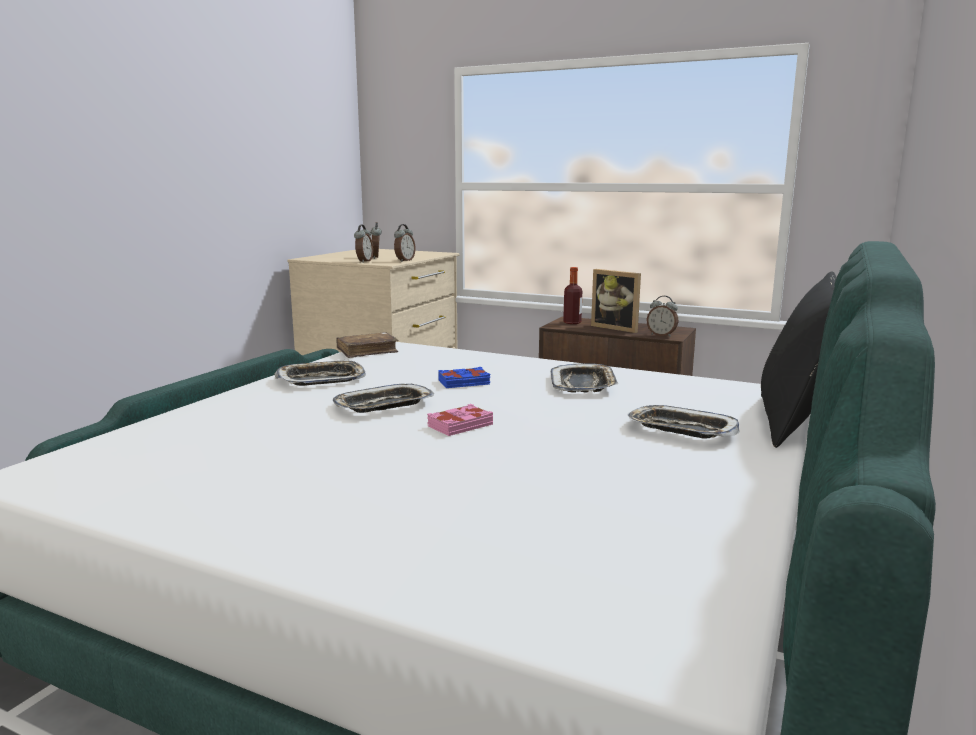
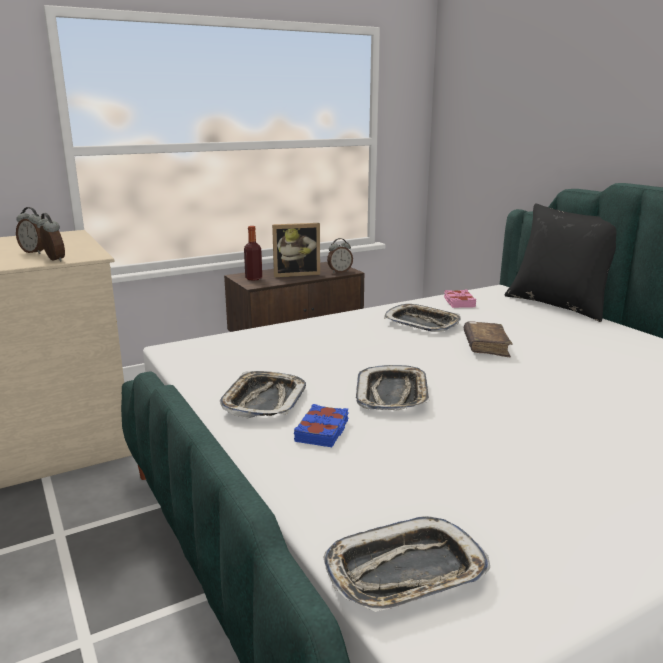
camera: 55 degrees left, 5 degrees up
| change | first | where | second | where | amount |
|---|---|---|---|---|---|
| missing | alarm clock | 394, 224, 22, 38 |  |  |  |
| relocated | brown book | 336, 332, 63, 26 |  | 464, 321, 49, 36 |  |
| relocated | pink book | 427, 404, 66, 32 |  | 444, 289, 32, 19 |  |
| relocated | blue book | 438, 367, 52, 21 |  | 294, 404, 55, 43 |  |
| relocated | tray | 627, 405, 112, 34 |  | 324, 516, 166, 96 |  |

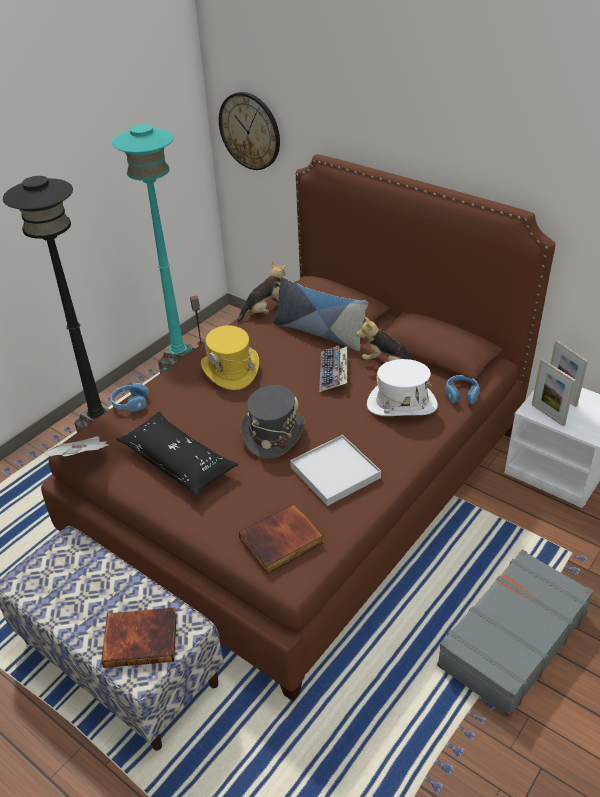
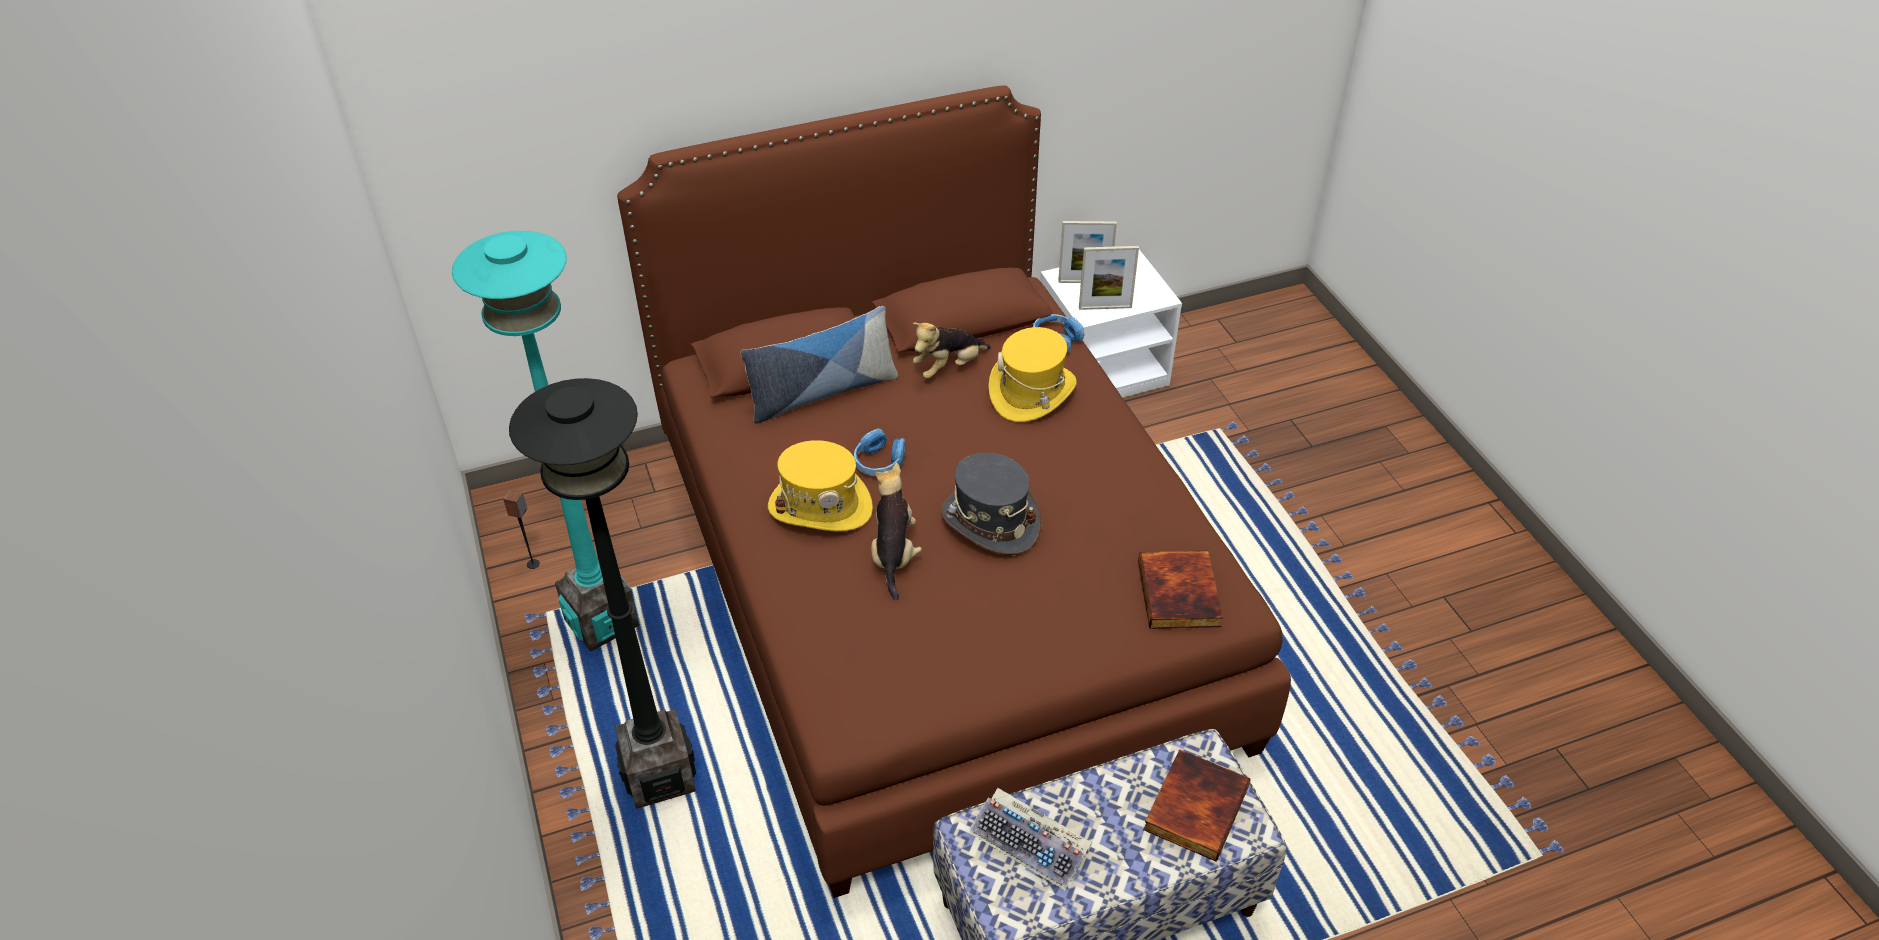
camera: 60 degrees left, 5 degrees up
| change | first | where | second | where | amount |
|---|---|---|---|---|---|
| missing | newspaper | 44, 437, 64, 20 |  |  |  |
| missing | black pillow | 116, 412, 122, 84 |  |  |  |
| missing | wall clock | 219, 92, 61, 78 |  |  |  |
| missing | white tray | 290, 435, 91, 71 |  |  |  |
| missing | grey suitcase | 437, 550, 157, 167 |  |  |  |
| relocated | blue headphones | 111, 383, 38, 29 |  | 854, 428, 52, 48 |  |
| relocated | plush toy | 237, 261, 49, 62 |  | 871, 462, 51, 138 |  |
| relocated | keyboard | 319, 346, 28, 46 |  | 969, 788, 123, 102 |  |
| colour | white hat | 367, 359, 71, 57 | yellow hat | 988, 327, 89, 95 |  |

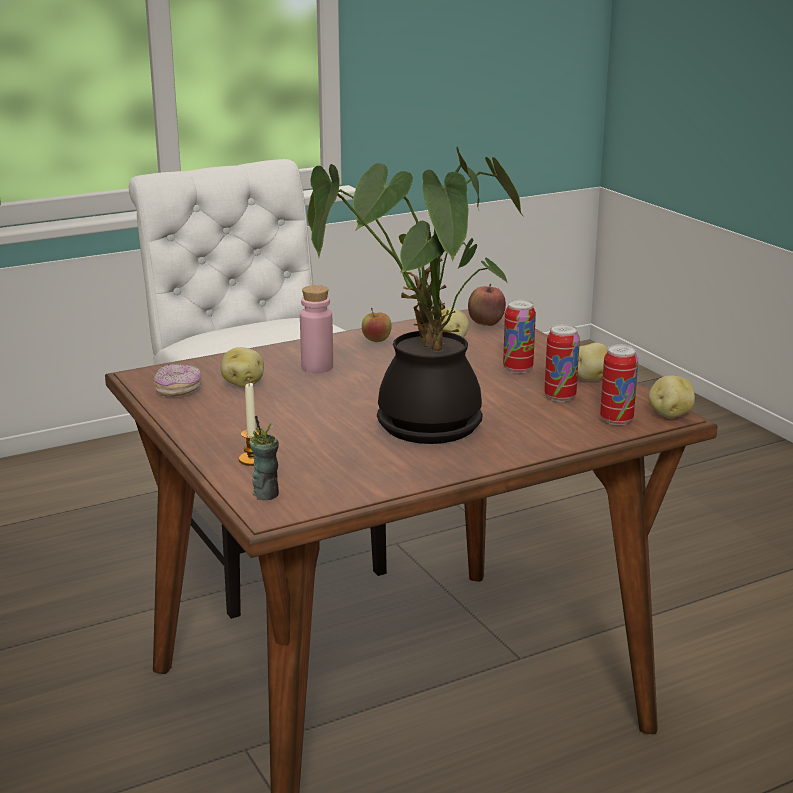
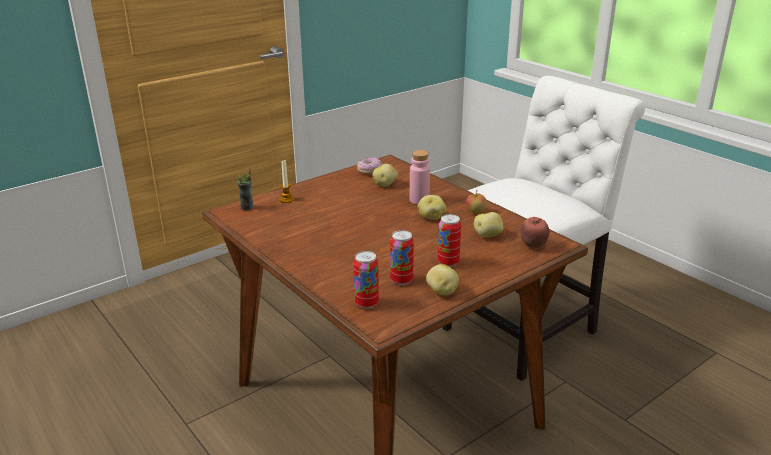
camera: 80 degrees right, 5 degrees up
| change | first | where | second | where | amount |
|---|---|---|---|---|---|
| missing | potted plant | 307, 146, 217, 298 |  |  |  |
| relocated | potato | 649, 375, 46, 43 |  | 417, 195, 29, 25 |  |

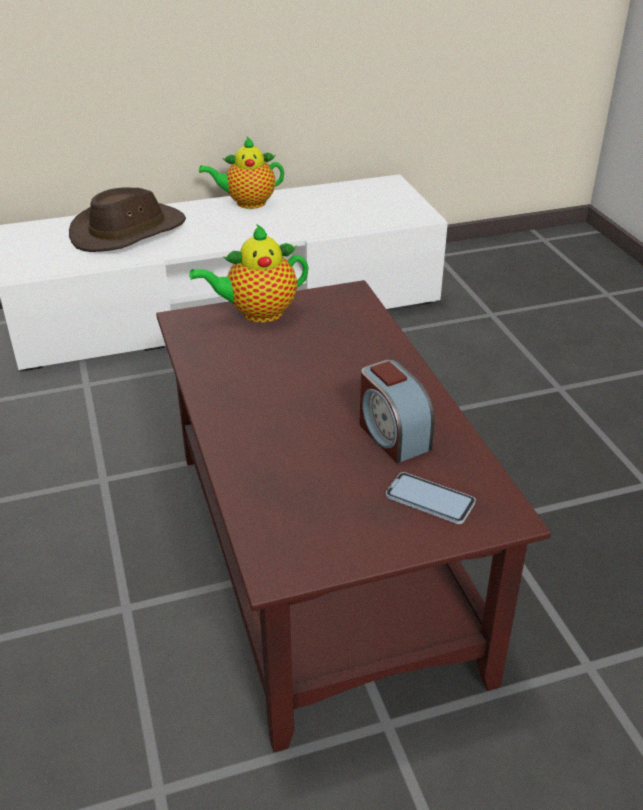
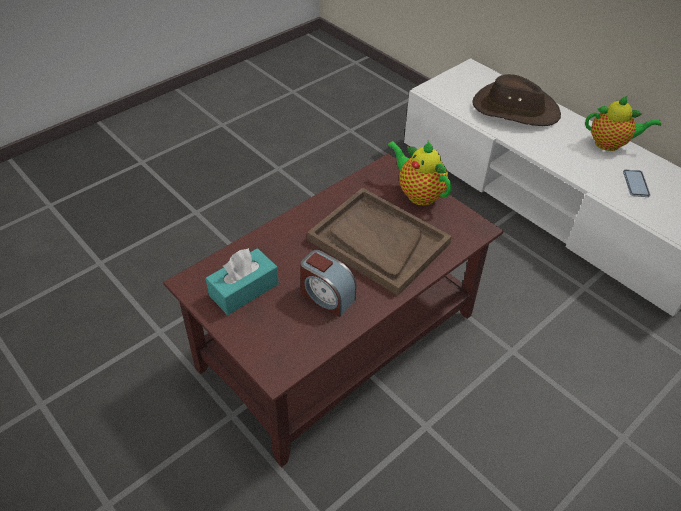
camera: 65 degrees right, 10 degrees up
| change | first | where | second | where | amount |
|---|---|---|---|---|---|
| appeared |  |  | turquoise tissue box | 206, 248, 73, 67 |  |
| appeared |  |  | brown tray | 307, 188, 145, 108 |  |
| relocated | phone | 386, 472, 90, 52 |  | 623, 170, 27, 27 |  |
| spun | teapot | 199, 136, 85, 73 |  | 585, 96, 76, 55 | 135 degrees clockwise |
| spun | alarm clock | 359, 360, 75, 103 |  | 300, 250, 56, 67 | 90 degrees counterclockwise |

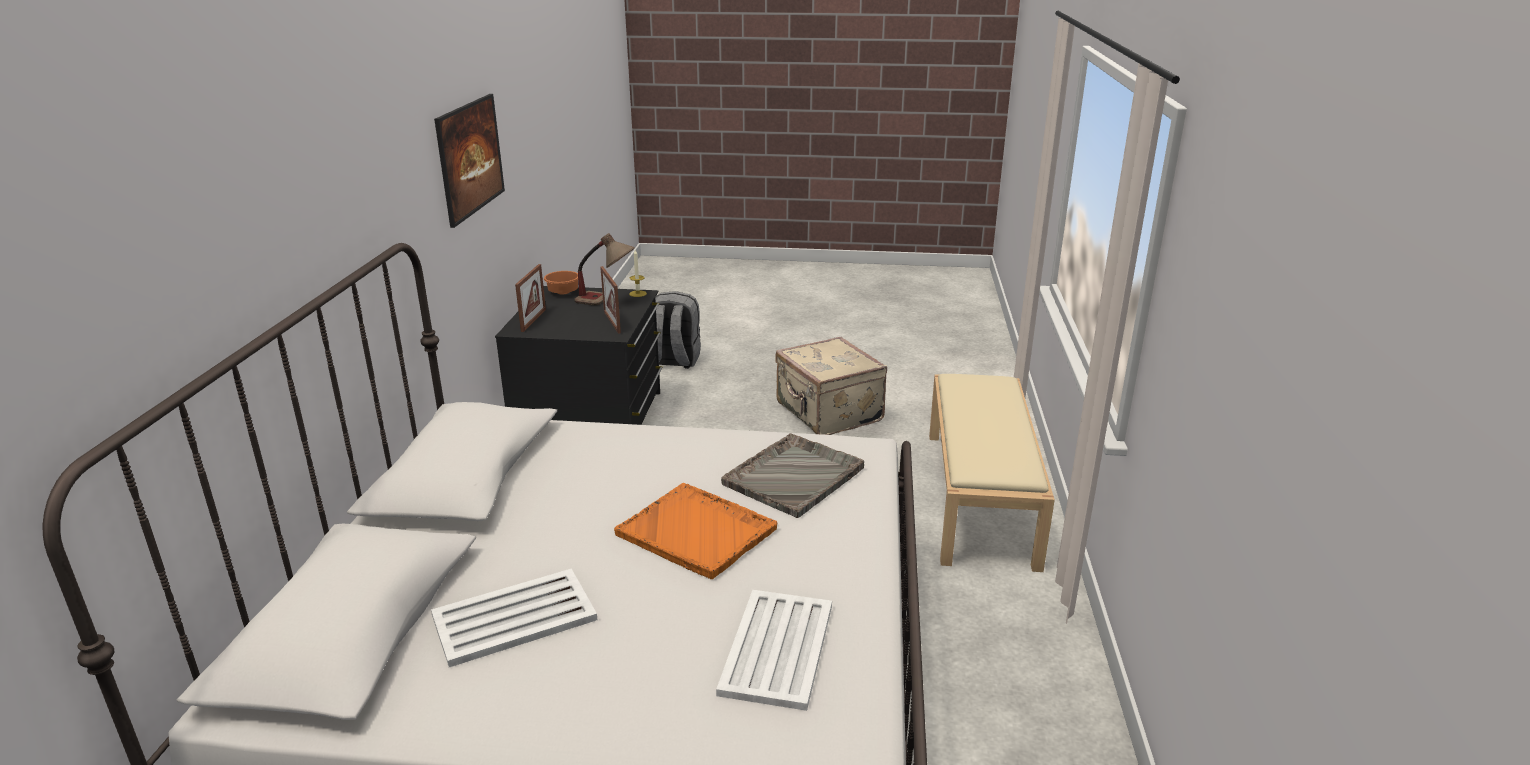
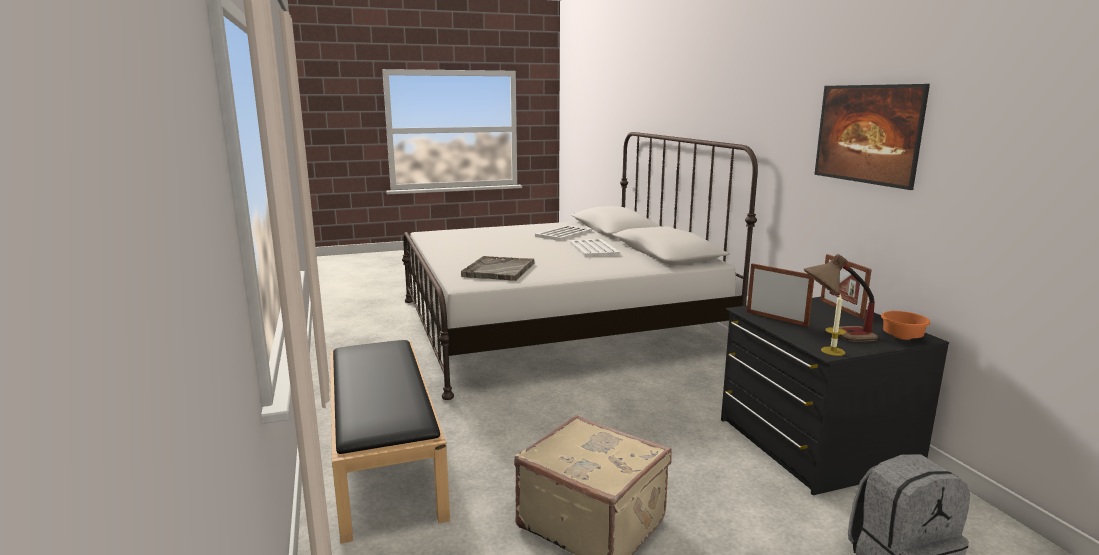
camera: 155 degrees right, 10 degrees down
| change | first | where | second | where | amount |
|---|---|---|---|---|---|
| missing | orange tray | 614, 483, 163, 96 |  |  |  |
| relocated | white tray | 716, 590, 116, 121 |  | 570, 239, 50, 18 |  |
| colour | beige bench | 929, 374, 126, 198 | black bench | 330, 340, 120, 204 |  |

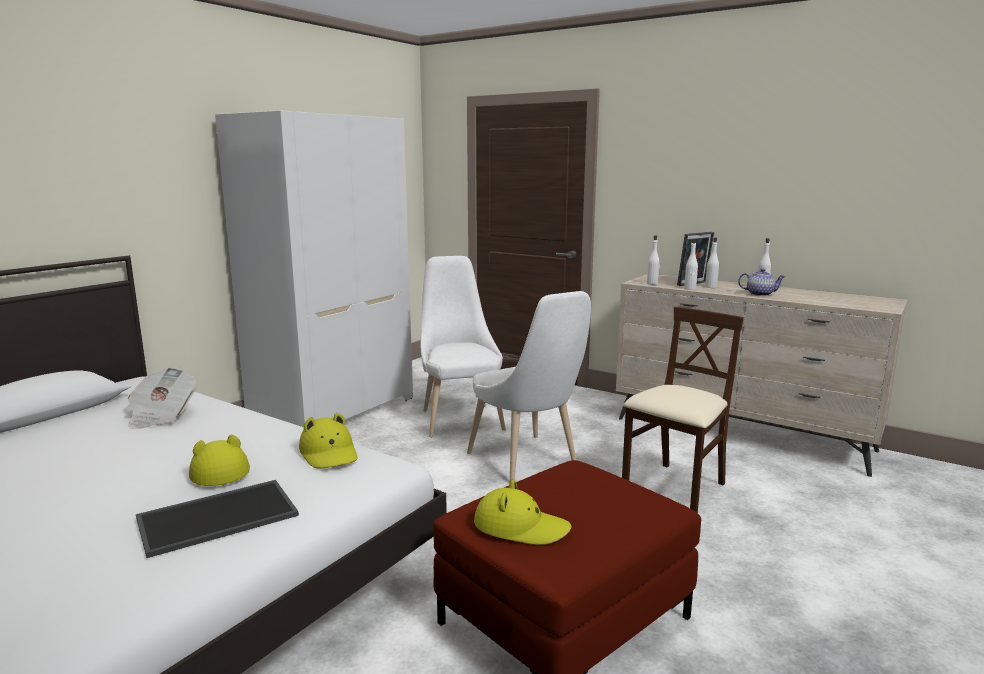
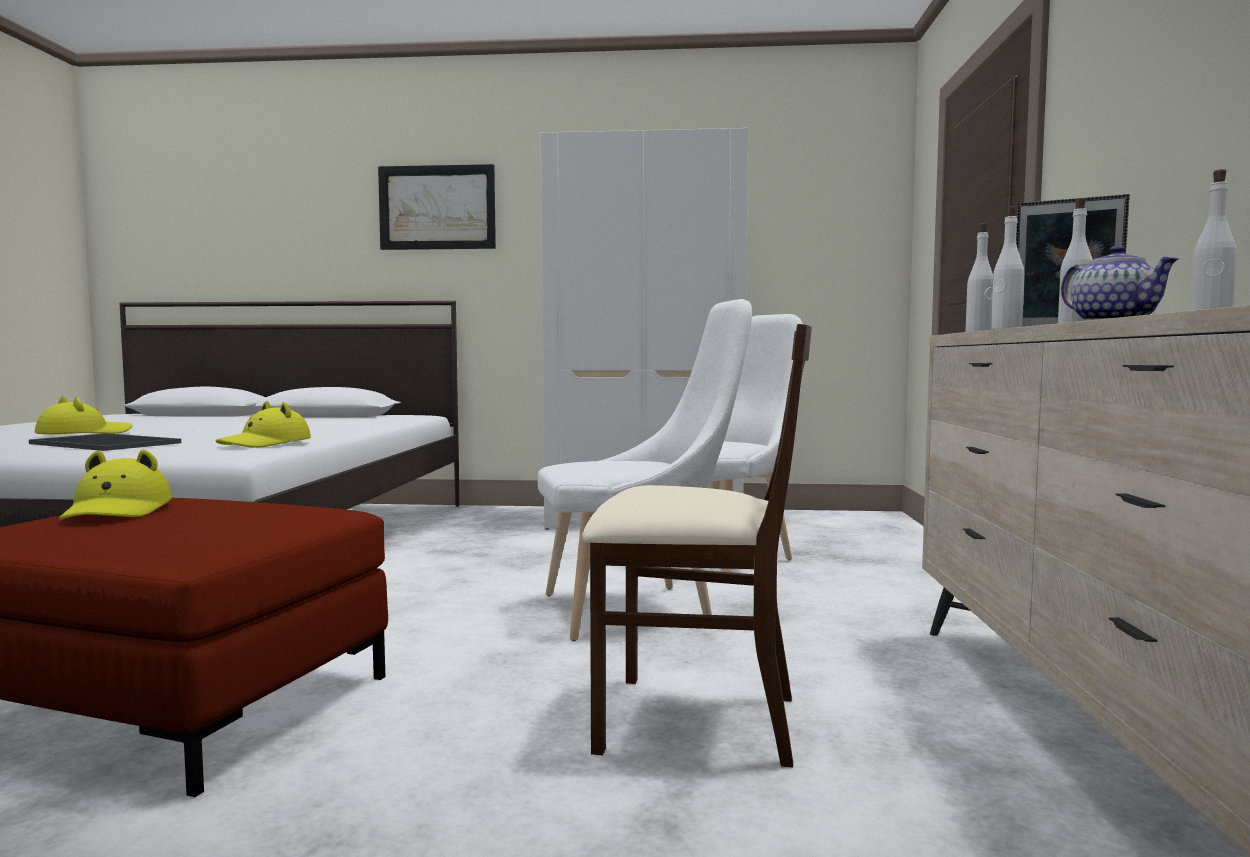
camera: 60 degrees right, 10 degrees down
| change | first | where | second | where | amount |
|---|---|---|---|---|---|
| missing | newspaper | 126, 367, 72, 62 |  |  |  |
| appeared |  |  | picture | 378, 164, 118, 86 |  |
| relocated | yellow hat | 189, 435, 61, 51 |  | 35, 396, 98, 38 |  |
| spun | white chair | 467, 291, 124, 190 |  | 538, 299, 214, 342 | 135 degrees counterclockwise |

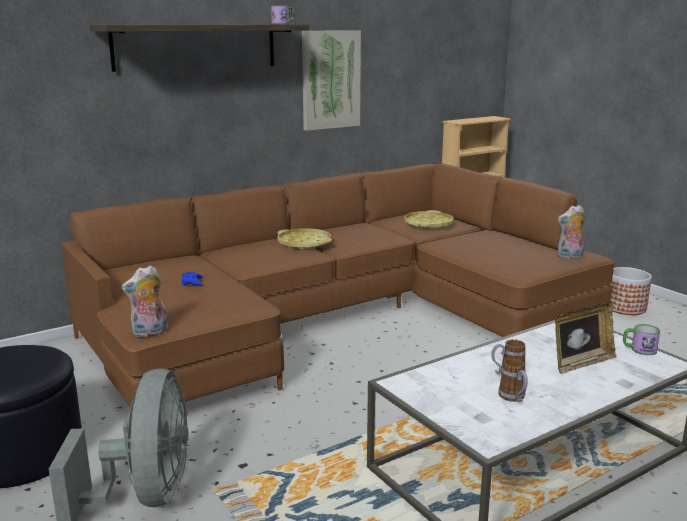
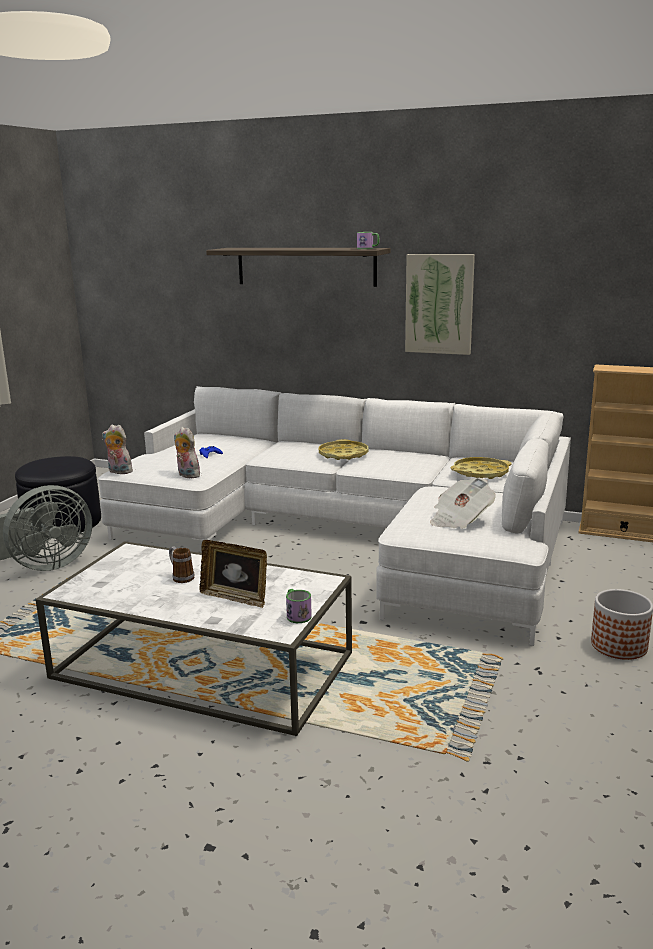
camera: 55 degrees right, 0 degrees up
| change | first | where | second | where | amount |
|---|---|---|---|---|---|
| missing | mug | 498, 358, 30, 44 |  |  |  |
| appeared |  |  | newspaper | 430, 478, 66, 51 |  |
| relocated | plush toy | 557, 205, 28, 54 |  | 174, 427, 27, 51 |  |
| colour | brown sofa | 61, 163, 554, 248 | white sofa | 98, 386, 473, 260 |  |

